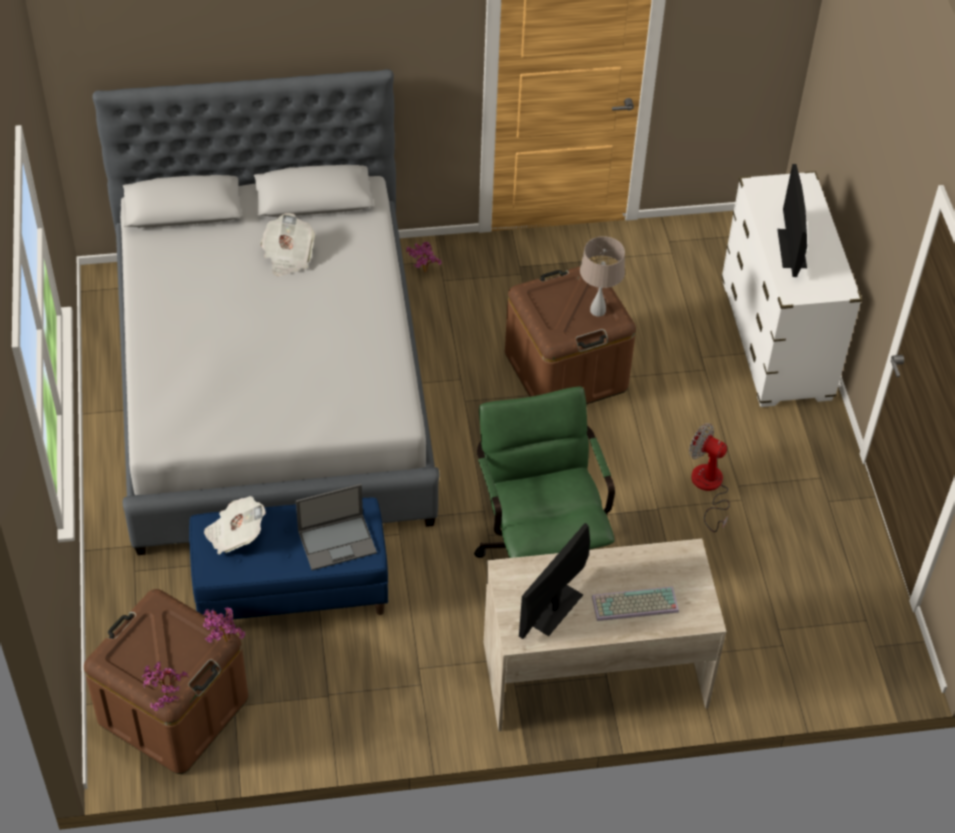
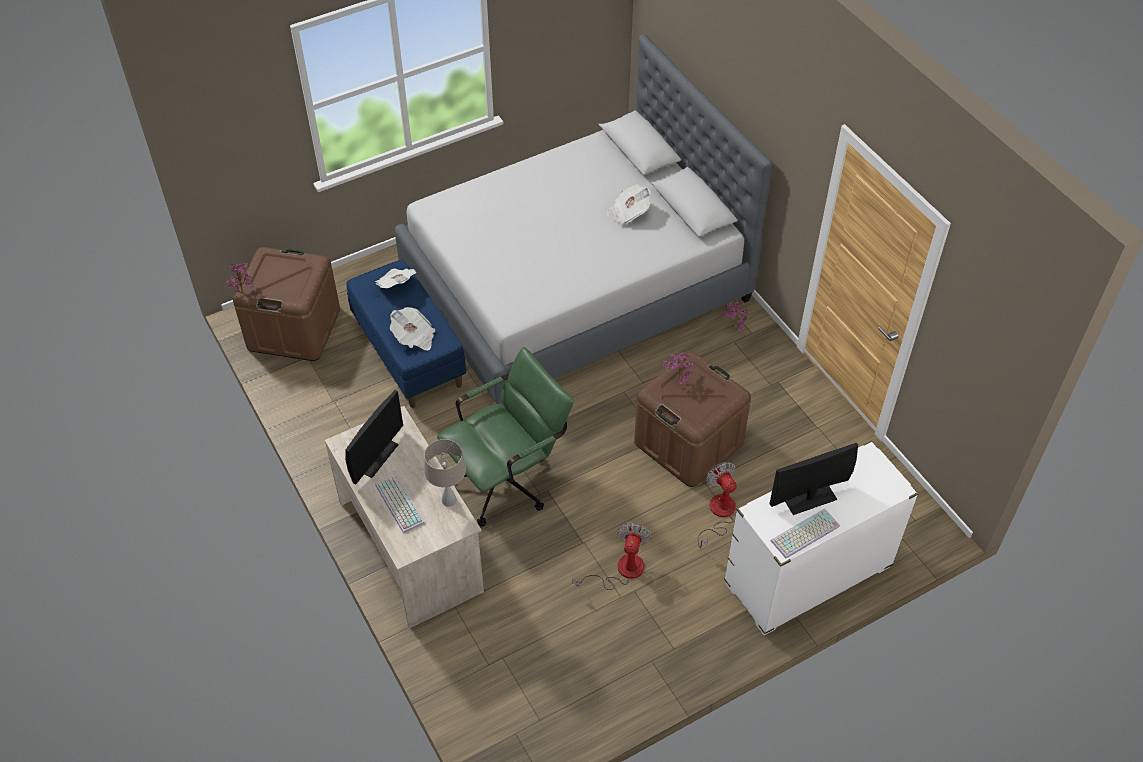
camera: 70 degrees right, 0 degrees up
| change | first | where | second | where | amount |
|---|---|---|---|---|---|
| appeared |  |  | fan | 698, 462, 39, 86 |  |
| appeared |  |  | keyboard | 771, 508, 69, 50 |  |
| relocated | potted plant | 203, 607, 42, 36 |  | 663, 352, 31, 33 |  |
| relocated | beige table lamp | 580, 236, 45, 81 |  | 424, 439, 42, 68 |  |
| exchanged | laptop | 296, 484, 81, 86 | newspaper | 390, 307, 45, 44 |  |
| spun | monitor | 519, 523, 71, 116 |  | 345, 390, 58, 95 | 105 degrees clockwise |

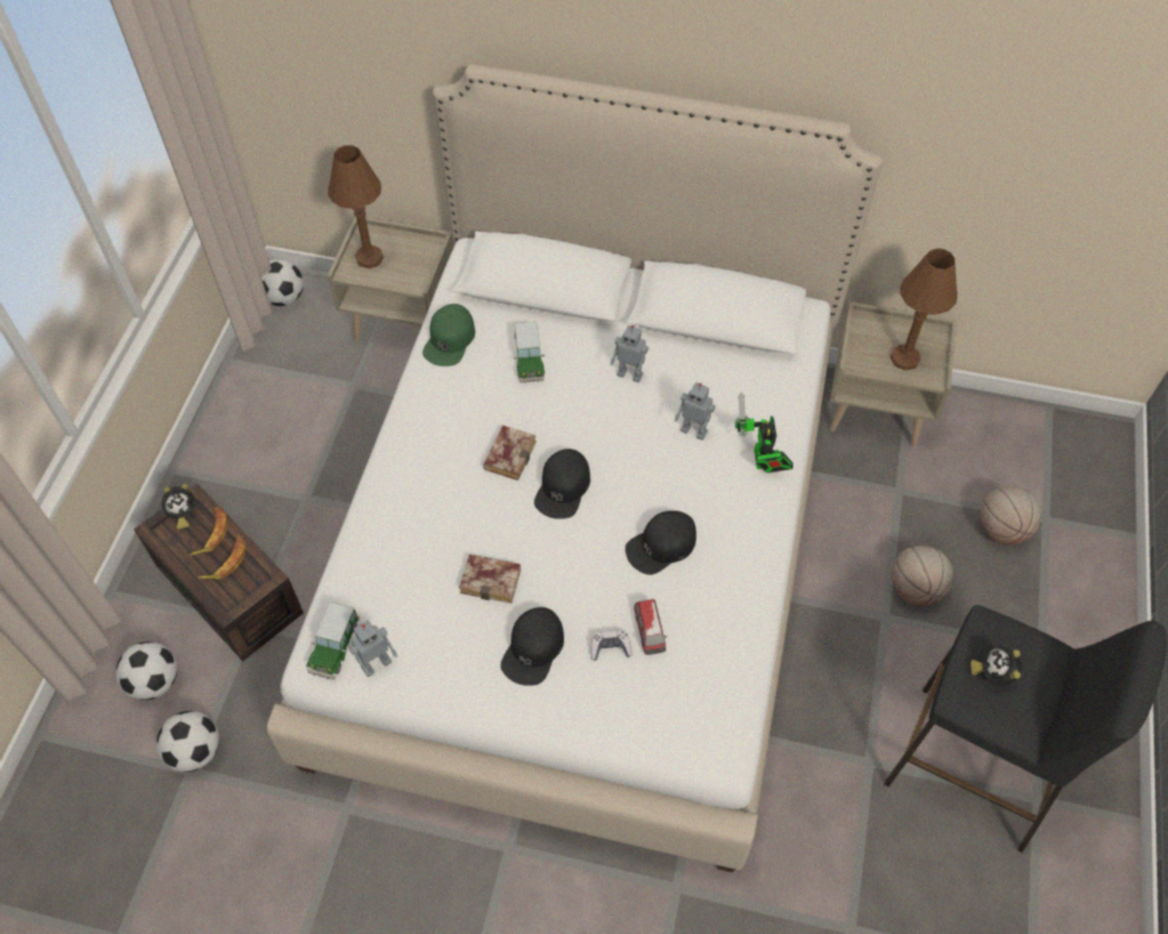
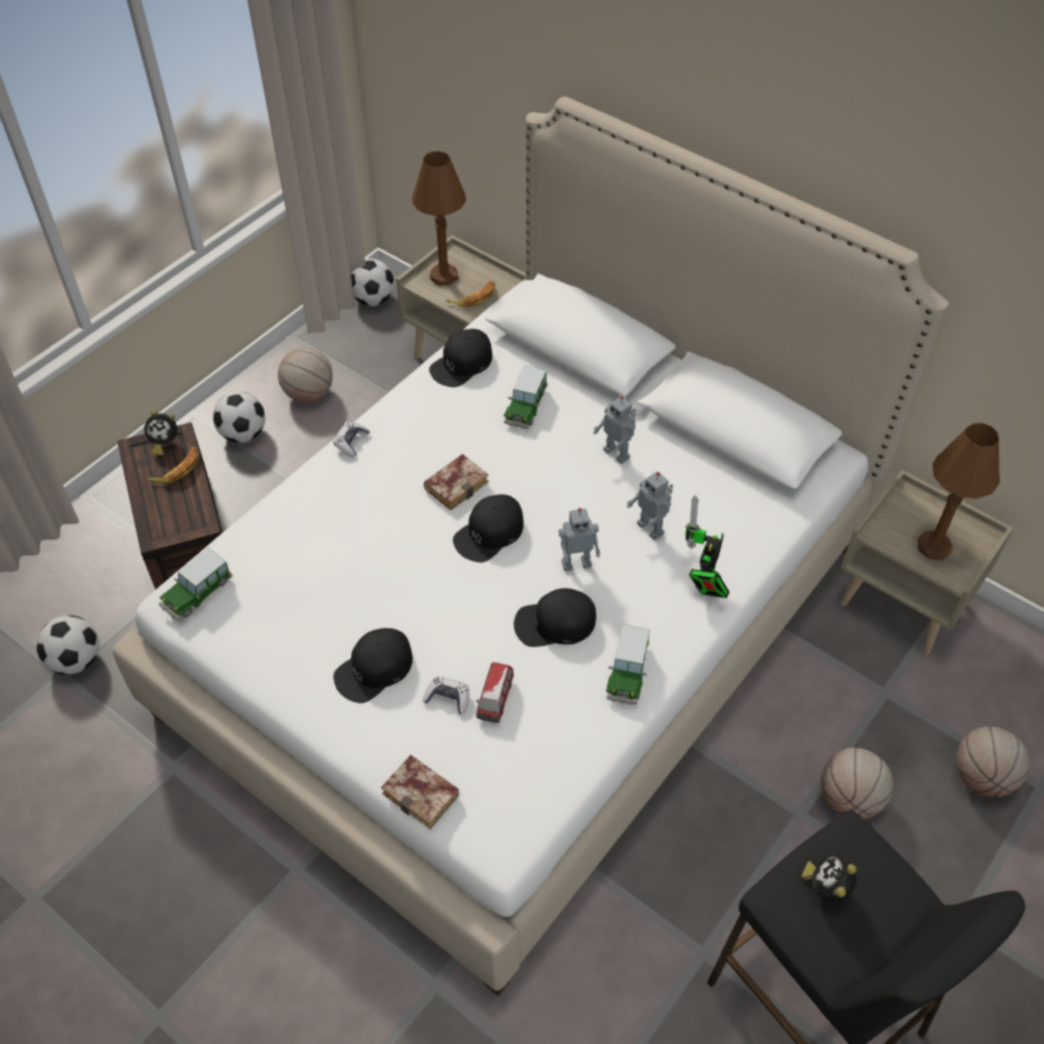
camera: 25 degrees right, 5 degrees down
| change | first | where | second | where | amount |
|---|---|---|---|---|---|
| appeared |  |  | basketball | 278, 348, 55, 55 |  |
| appeared |  |  | game controller | 333, 421, 37, 36 |  |
| appeared |  |  | toy car | 606, 624, 44, 81 |  |
| relocated | football | 116, 642, 61, 58 |  | 213, 391, 53, 52 |  |
| relocated | banana | 198, 535, 48, 45 |  | 446, 281, 49, 26 |  |
| relocated | toy robot | 349, 620, 49, 57 |  | 559, 508, 41, 63 |  |
| relocated | book | 459, 554, 62, 49 |  | 381, 755, 78, 74 |  |
| colour | green cap | 422, 304, 53, 62 | black cap | 429, 329, 63, 58 |  |

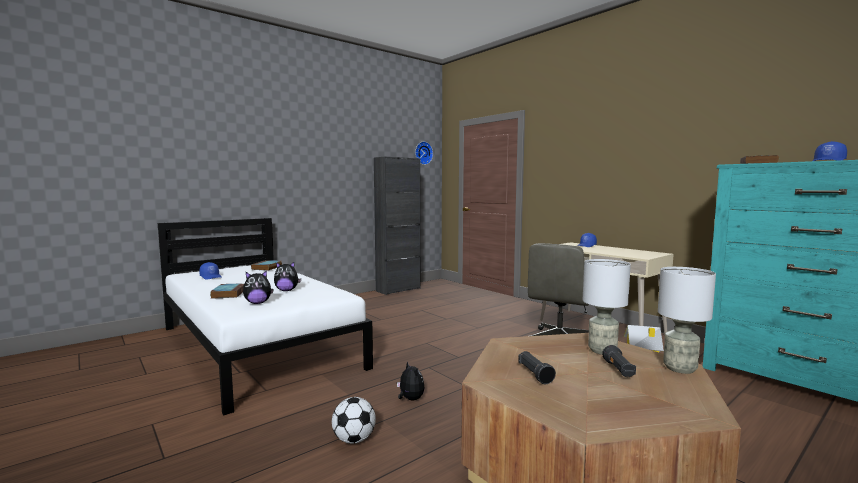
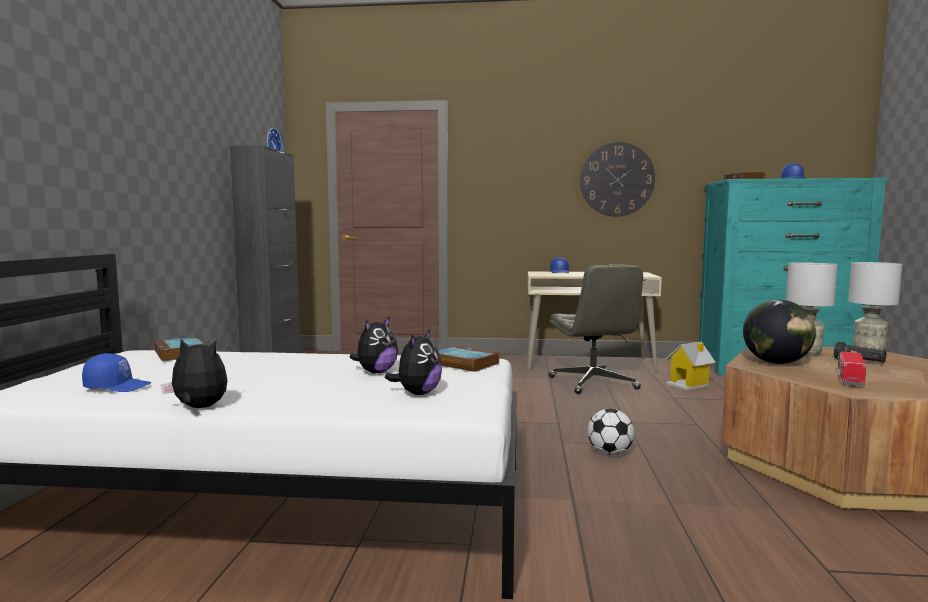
camera: 45 degrees left, 0 degrees up
| change | first | where | second | where | amount |
|---|---|---|---|---|---|
| appeared |  |  | wall clock | 580, 142, 75, 75 |  |
| appeared |  |  | globe | 743, 300, 73, 64 |  |
| relocated | book | 210, 284, 34, 15 |  | 438, 346, 61, 26 |  |
| relocated | football | 332, 397, 44, 47 |  | 588, 409, 46, 46 |  |
| relocated | plush toy | 397, 361, 28, 40 |  | 161, 339, 67, 69 |  |
| exchanged | black flashlight | 518, 351, 38, 33 | toy truck | 837, 352, 30, 35 |  |

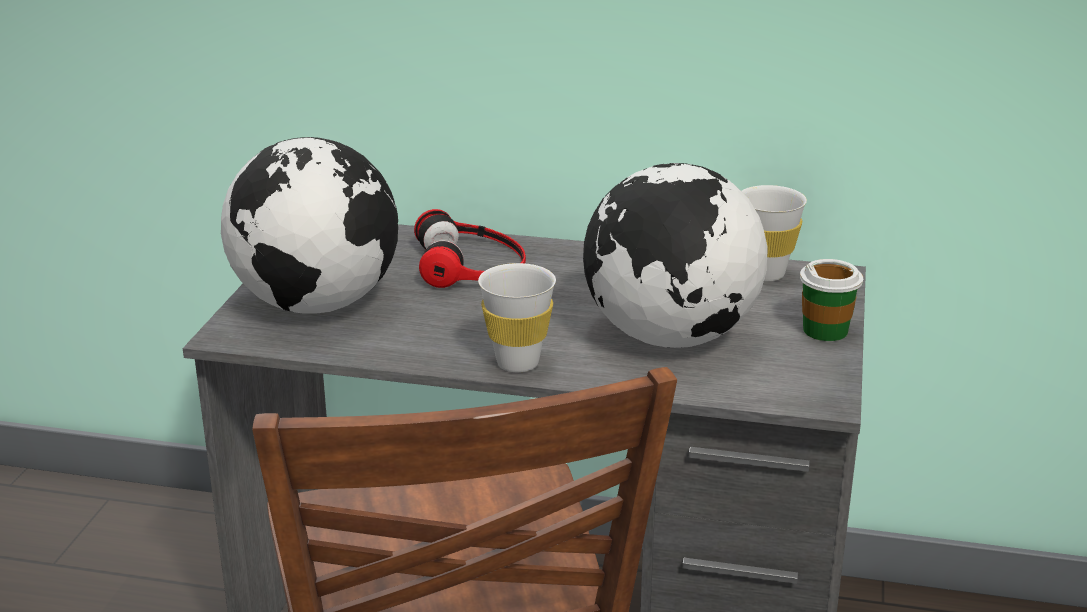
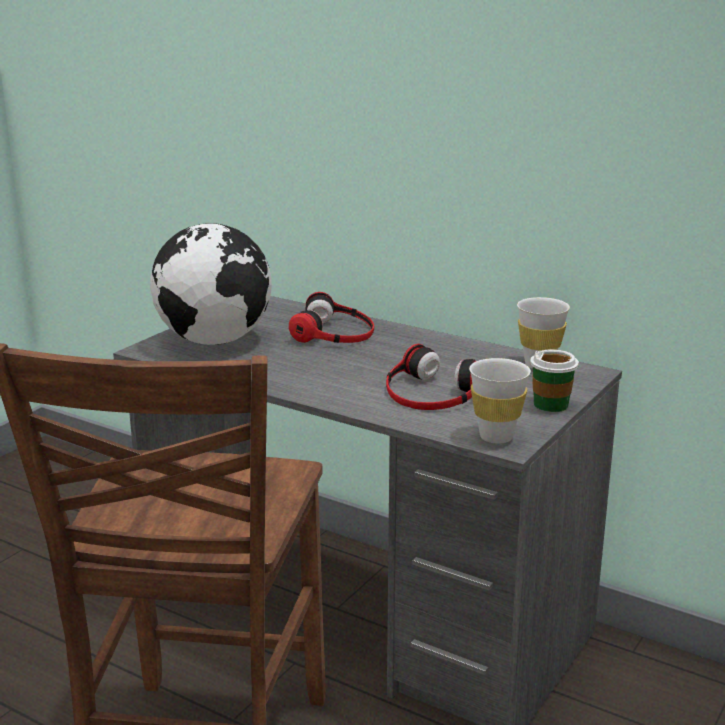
camera: 20 degrees right, 5 degrees down
| change | first | where | second | where | amount |
|---|---|---|---|---|---|
| relocated | white cup | 478, 263, 78, 109 |  | 469, 358, 62, 85 |  |
| exchanged | globe | 583, 163, 185, 185 | headphones | 386, 344, 90, 66 |  |

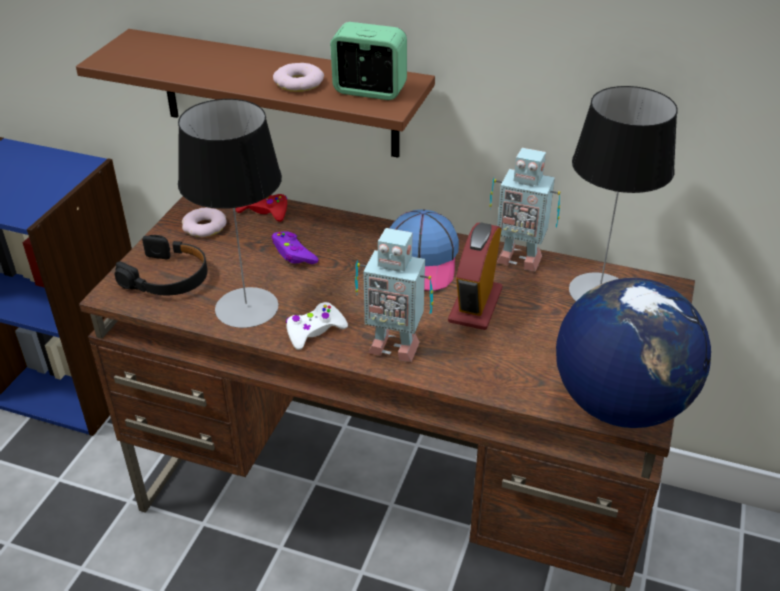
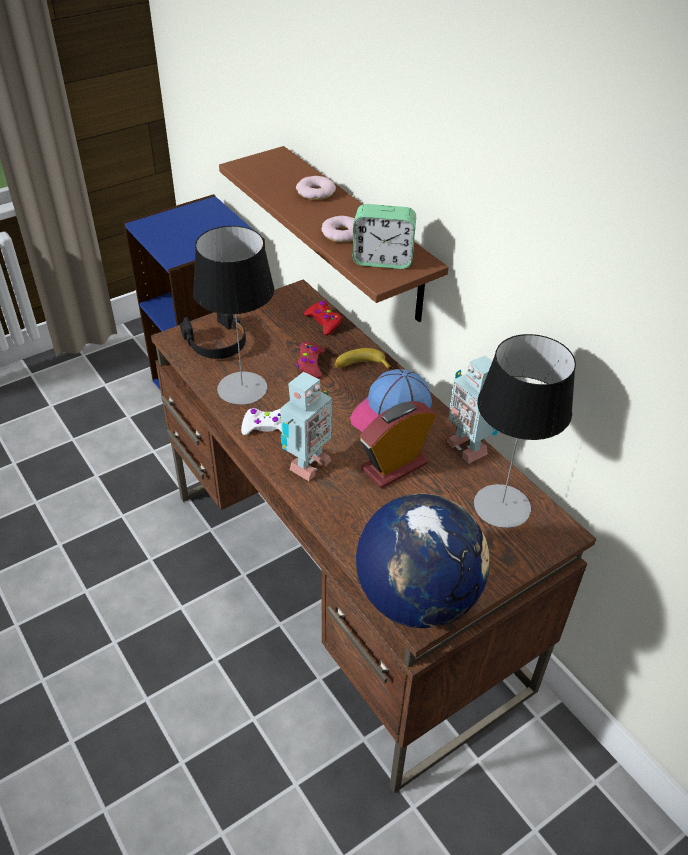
camera: 35 degrees right, 5 degrees up
| change | first | where | second | where | amount |
|---|---|---|---|---|---|
| appeared |  |  | banana | 334, 348, 59, 22 |  |
| relocated | donut | 182, 208, 45, 29 |  | 296, 176, 40, 24 |  |
| colour | purple game controller | 271, 231, 48, 33 | red game controller | 297, 342, 28, 36 |  |
| spun | alarm clock | 330, 22, 77, 78 |  | 352, 204, 64, 65 | 135 degrees clockwise |
| spun | toy robot | 355, 228, 78, 134 |  | 280, 372, 53, 109 | 105 degrees counterclockwise |

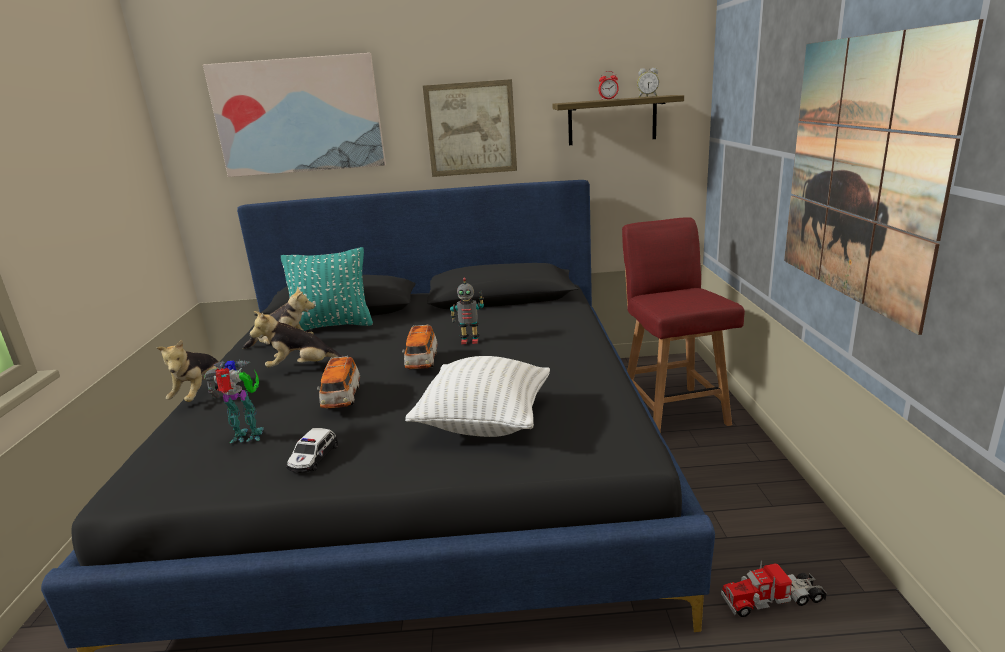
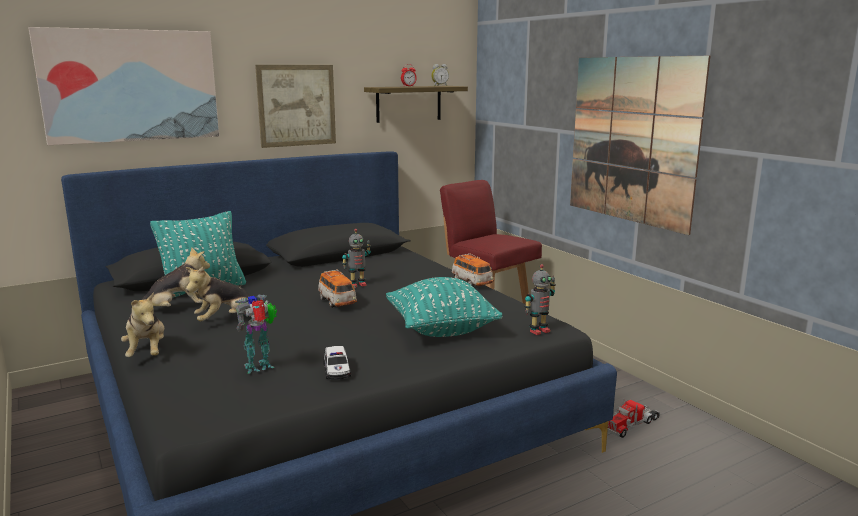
camera: 30 degrees left, 5 degrees down
| change | first | where | second | where | amount |
|---|---|---|---|---|---|
| appeared |  |  | toy robot | 524, 264, 32, 71 |  |
| relocated | toy car | 317, 356, 43, 53 |  | 452, 253, 42, 34 |  |
| colour | white pillow | 405, 356, 145, 81 | turquoise pillow | 386, 277, 117, 60 |  |

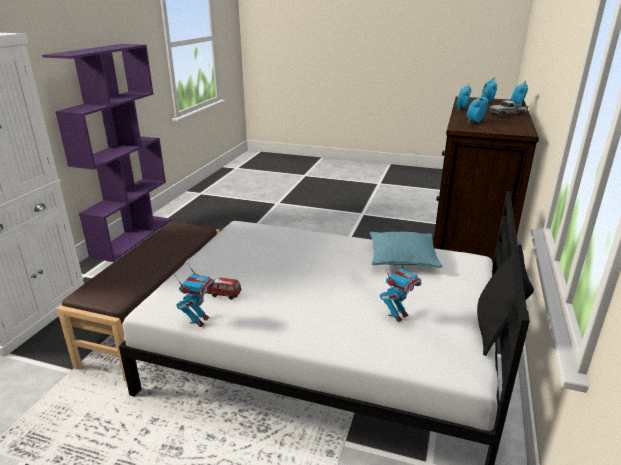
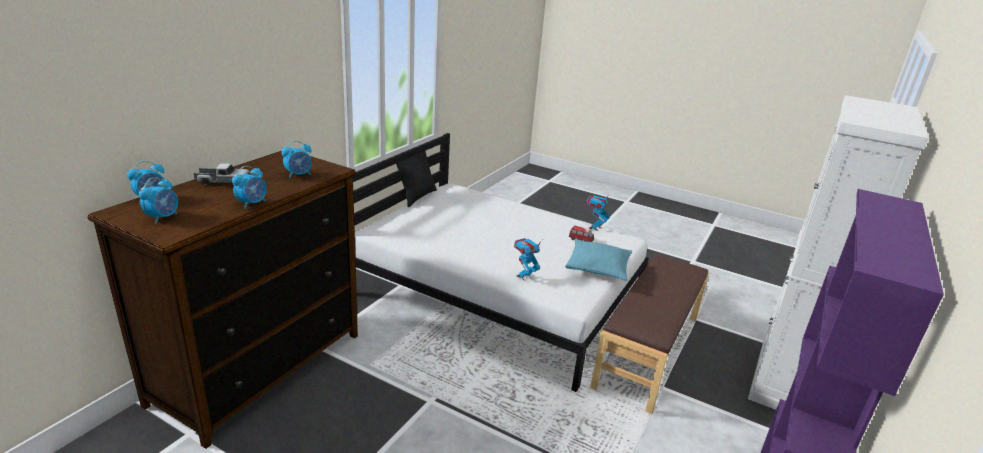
camera: 170 degrees left, 0 degrees up
| change | first | where | second | where | amount |
|---|---|---|---|---|---|
| relocated | turquoise pillow | 370, 232, 72, 36 |  | 565, 239, 67, 42 |  |
| relocated | toy robot | 380, 257, 41, 65 |  | 514, 238, 29, 43 |  |

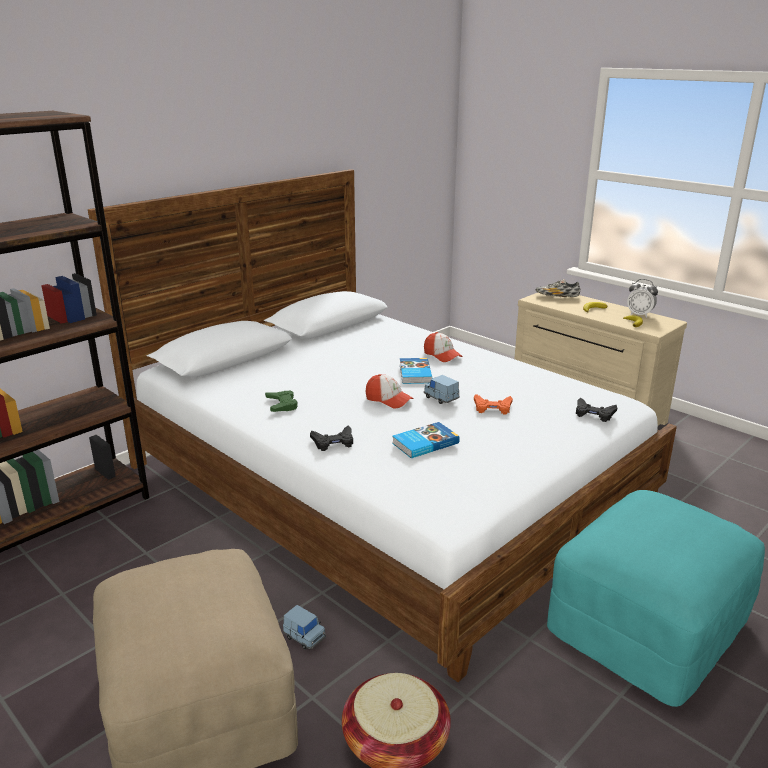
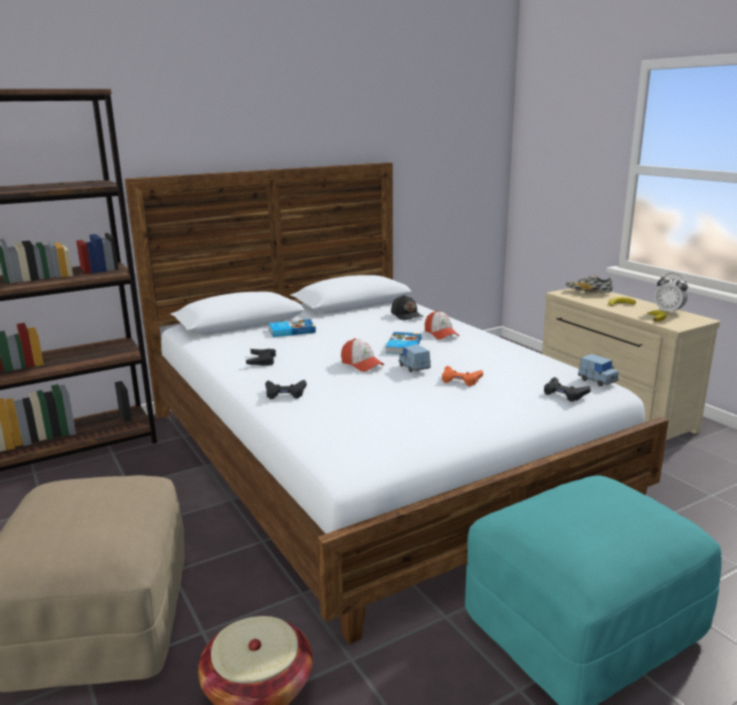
camera: 15 degrees right, 5 degrees down
| change | first | where | second | where | amount |
|---|---|---|---|---|---|
| appeared |  |  | black cap | 391, 295, 32, 25 |  |
| relocated | blue toy car | 283, 605, 43, 45 |  | 578, 354, 41, 32 |  |
| relocated | book | 392, 422, 68, 36 |  | 268, 319, 48, 18 |  |
| colour | green game controller | 265, 390, 33, 22 | black game controller | 246, 349, 30, 17 |  |

